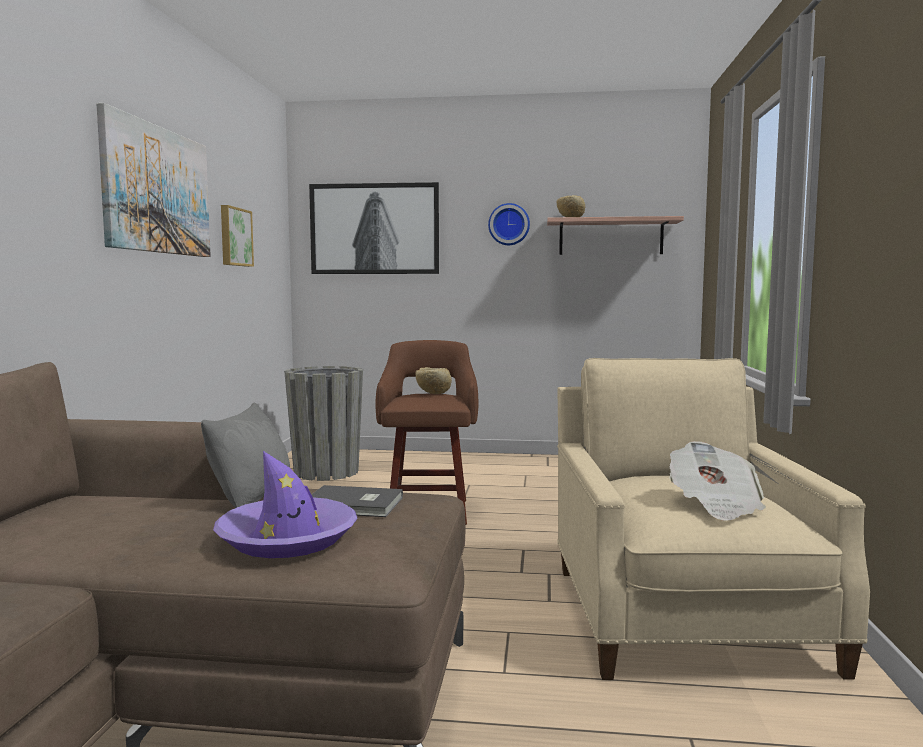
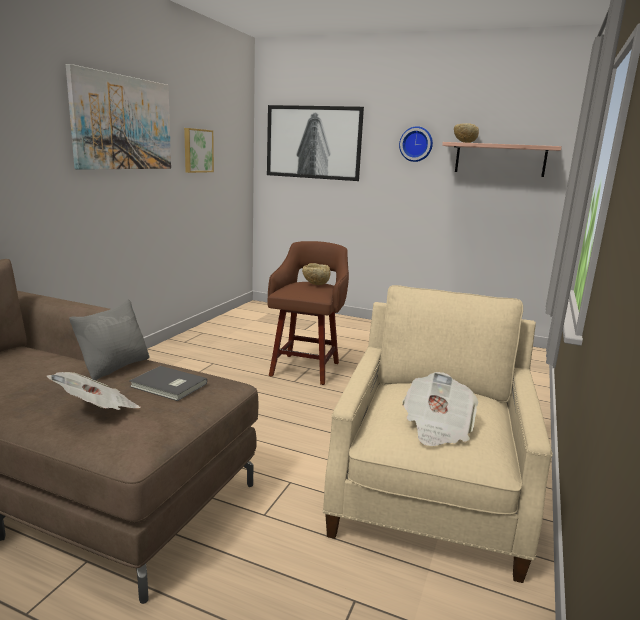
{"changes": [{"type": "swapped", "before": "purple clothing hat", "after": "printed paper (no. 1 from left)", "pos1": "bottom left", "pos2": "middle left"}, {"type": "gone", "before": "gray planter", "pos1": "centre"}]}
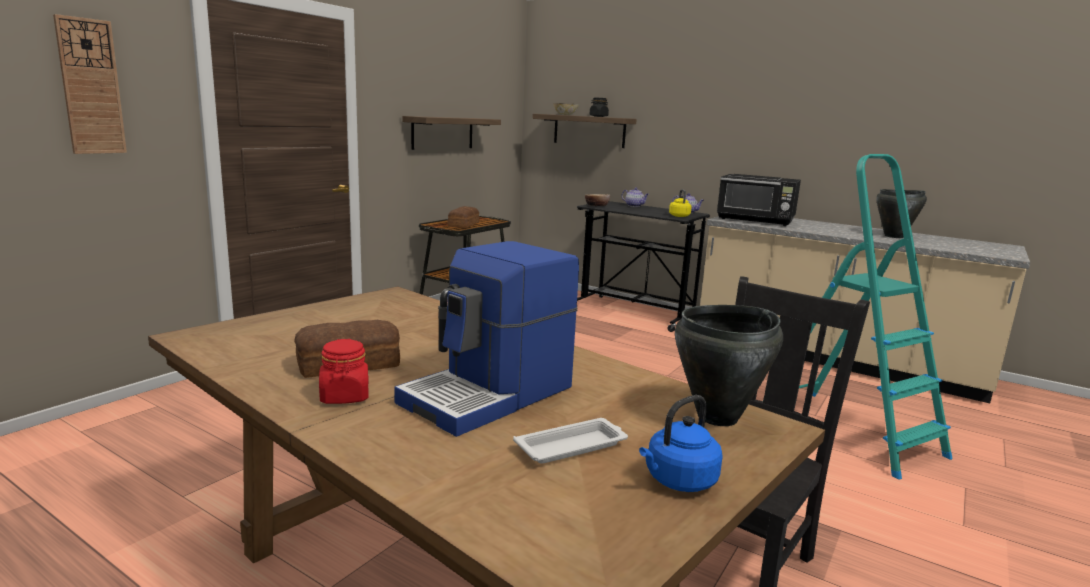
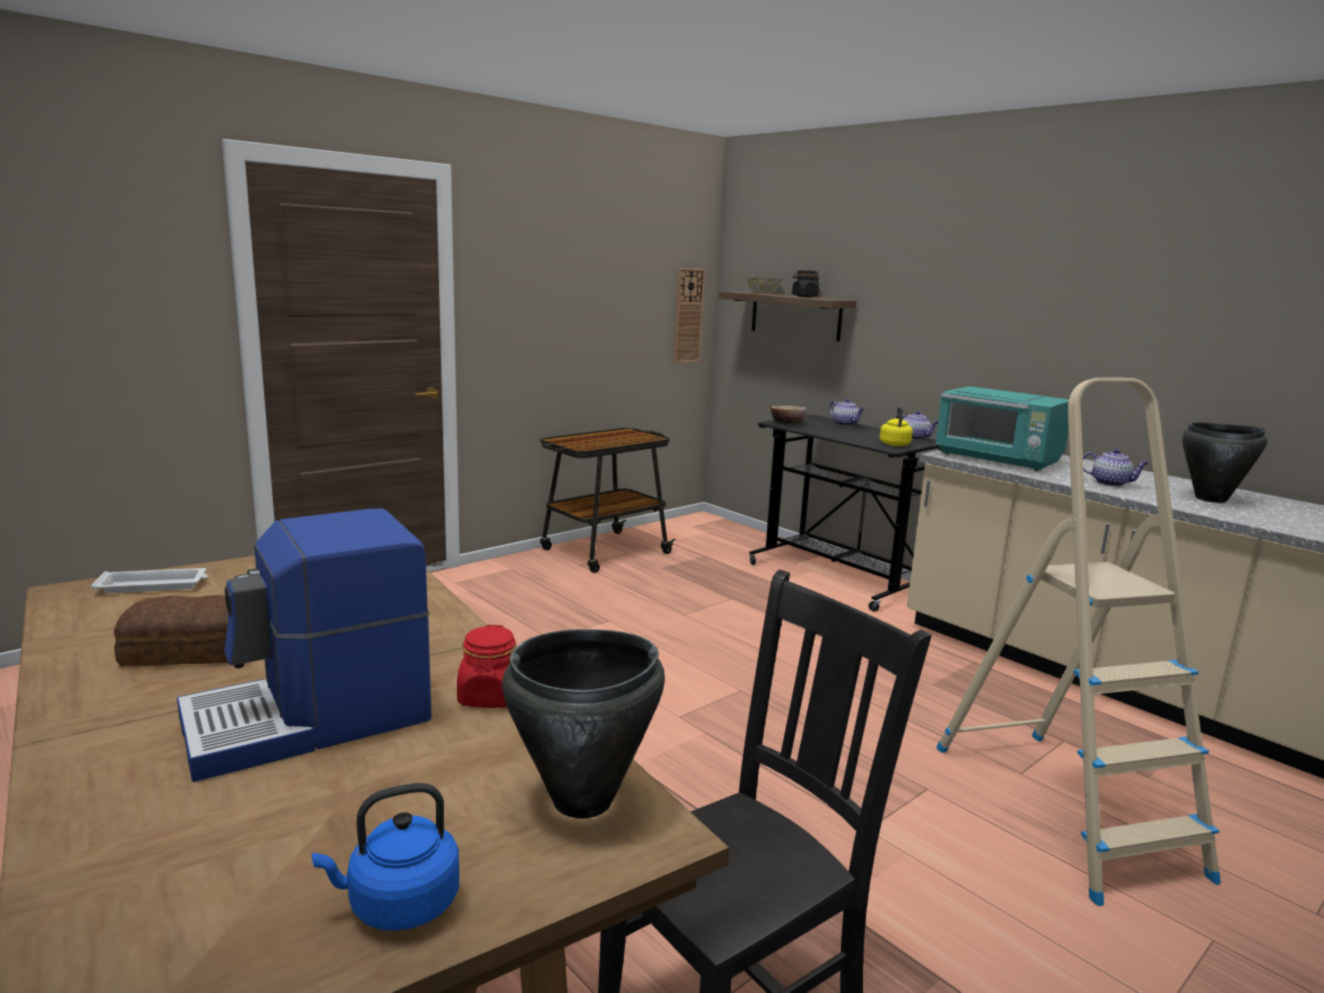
{"changes": [{"type": "shifted", "before": "hanging clock", "pos1": "top left", "pos2": "top centre"}, {"type": "shifted", "before": "red preserve jar", "pos1": "middle left", "pos2": "bottom centre"}, {"type": "gone", "before": "shelf (no. 1 from left)", "pos1": "top centre"}, {"type": "gone", "before": "bread (no. 2 from left)", "pos1": "centre"}, {"type": "shifted", "before": "white serving tray", "pos1": "bottom centre", "pos2": "middle left"}, {"type": "repainted", "before": "blackish microwave oven", "after": "turquoise microwave oven", "pos1": "middle right", "pos2": "middle right"}, {"type": "repainted", "before": "turquoise step stool", "after": "sand-coloured step stool", "pos1": "middle right", "pos2": "middle right"}, {"type": "new", "after": "pot for tea (no. 3 from left)", "pos2": "middle right"}]}
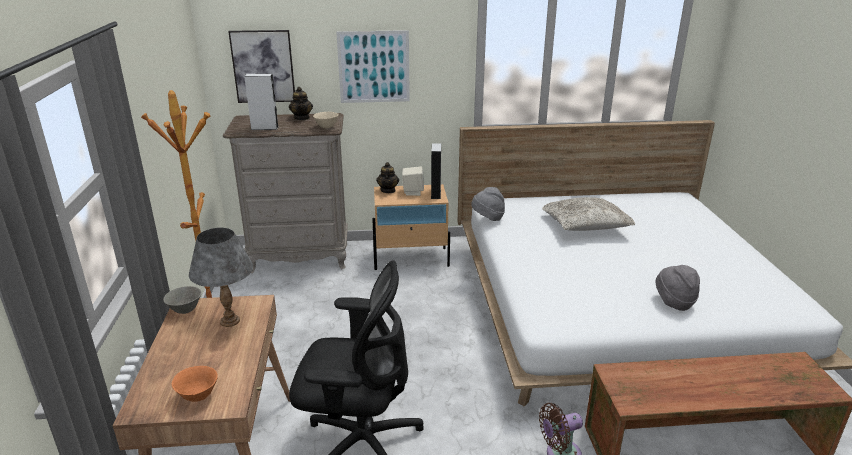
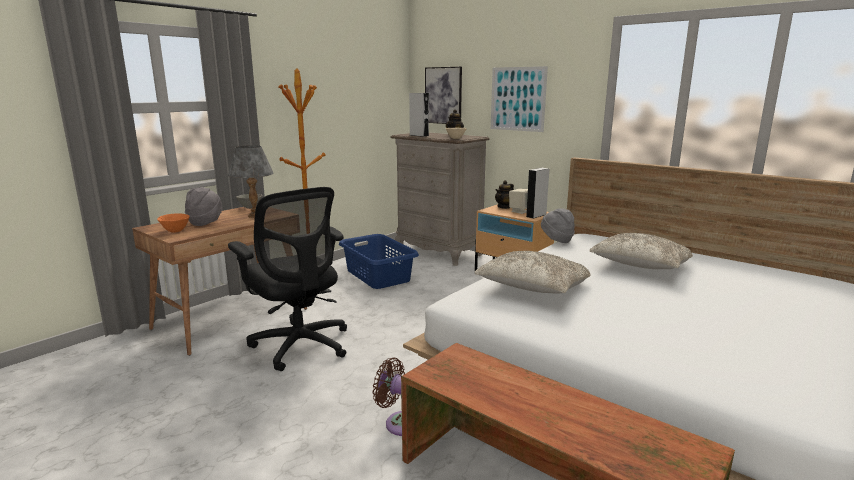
{"changes": [{"type": "shifted", "before": "gray clothing hat (no. 2 from left in the first image)", "after": "gray clothing hat (no. 1 from left)", "pos1": "middle right", "pos2": "middle left"}, {"type": "new", "after": "blue hamper", "pos2": "centre"}, {"type": "new", "after": "sand-coloured cushion (no. 1 from left)", "pos2": "centre"}]}
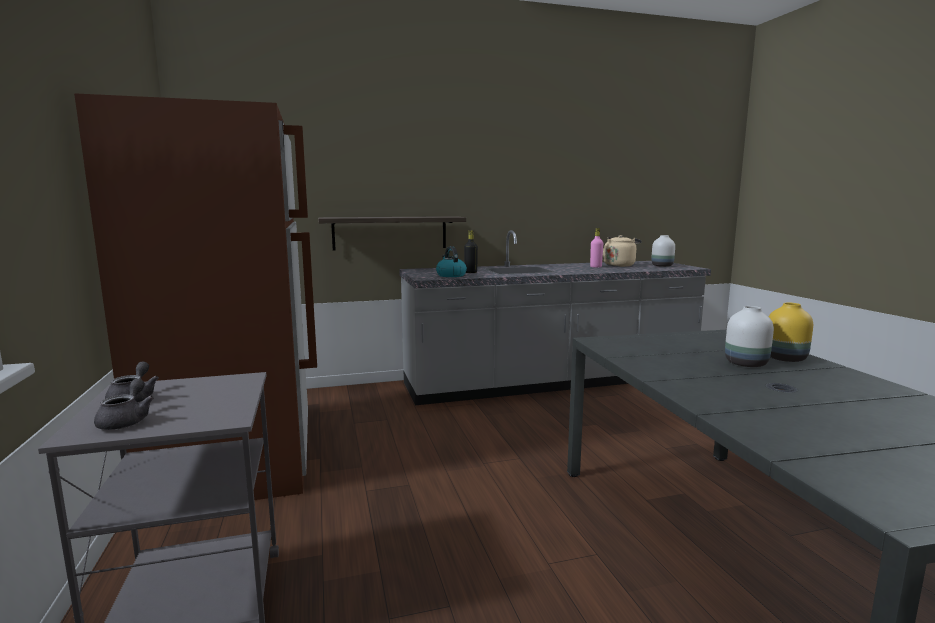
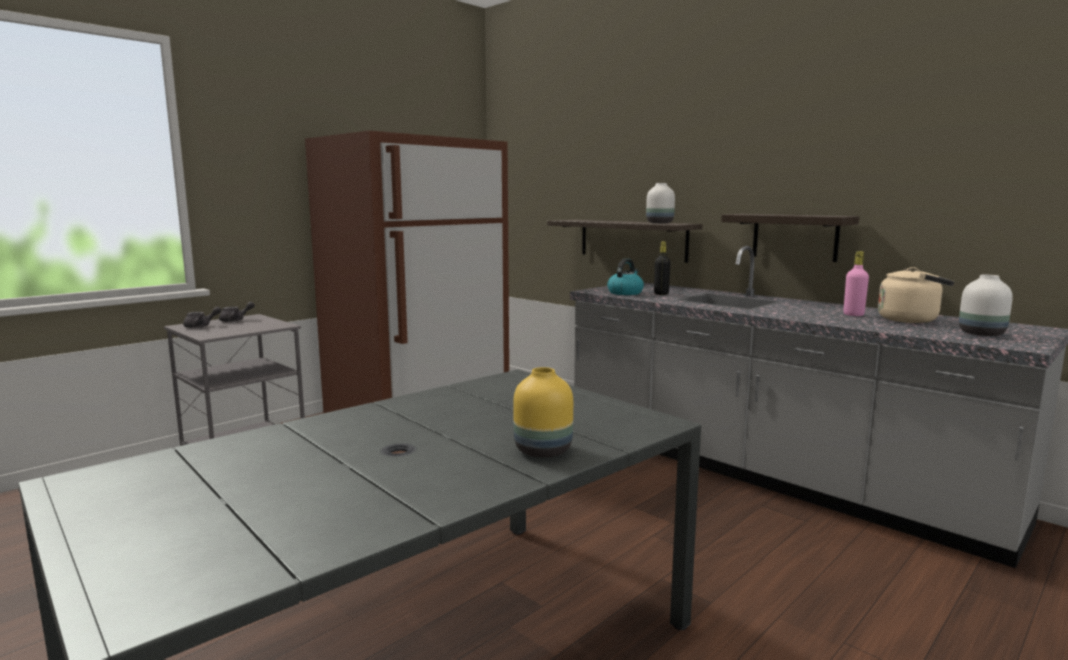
{"changes": [{"type": "shifted", "before": "white decorative vase (no. 2 from left in the first image)", "after": "white decorative vase (no. 1 from left)", "pos1": "middle right", "pos2": "top centre"}, {"type": "new", "after": "shelf (no. 2 from left)", "pos2": "middle right"}]}
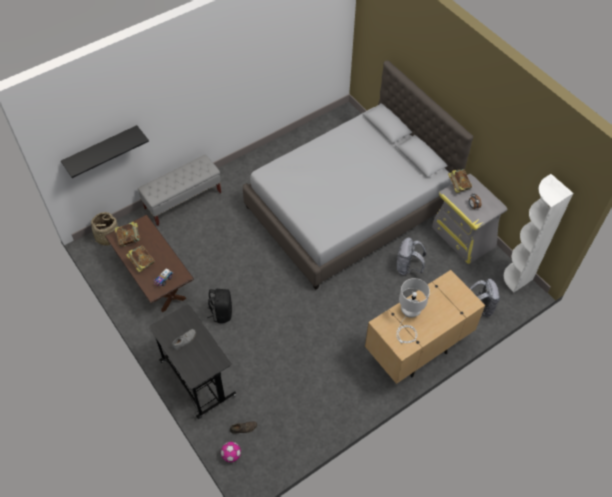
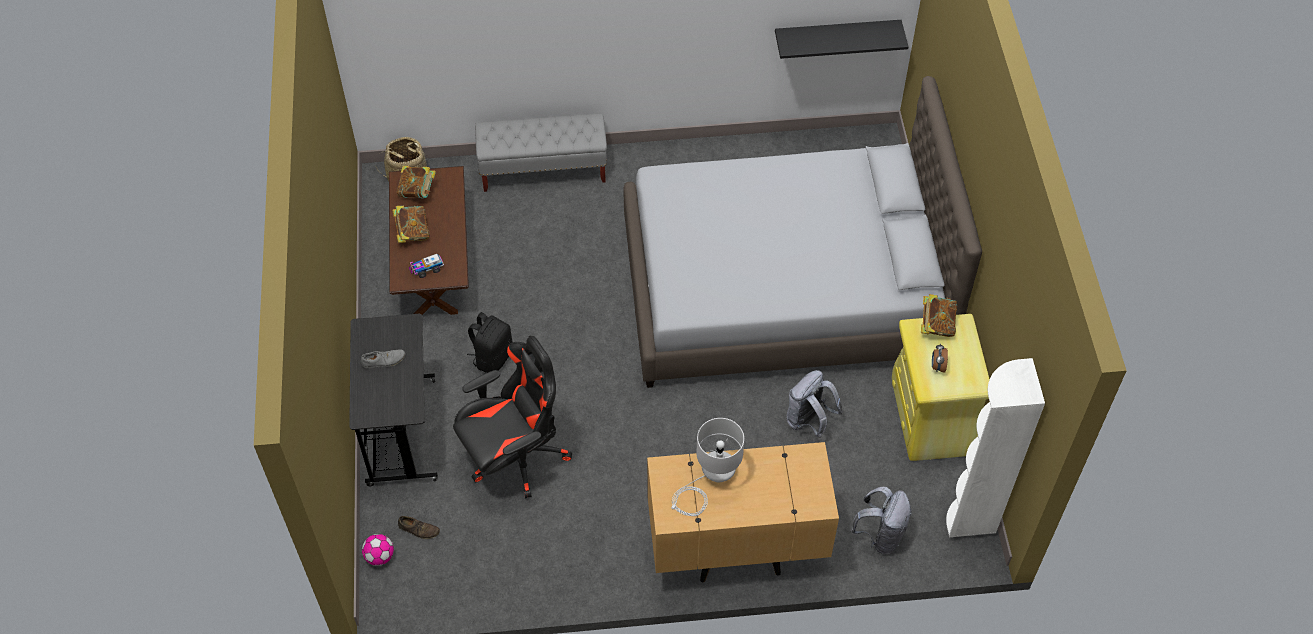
{"changes": [{"type": "shifted", "before": "blackish shelf", "pos1": "top left", "pos2": "top centre"}, {"type": "repainted", "before": "gray nightstand", "after": "yellow-coloured nightstand", "pos1": "middle right", "pos2": "middle right"}, {"type": "new", "after": "blackish desk chair", "pos2": "centre"}]}
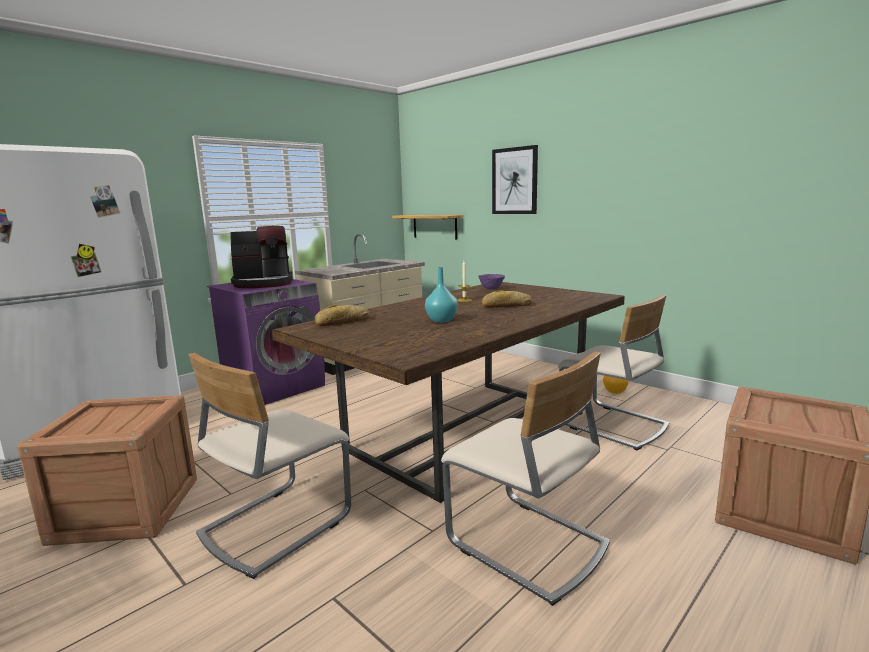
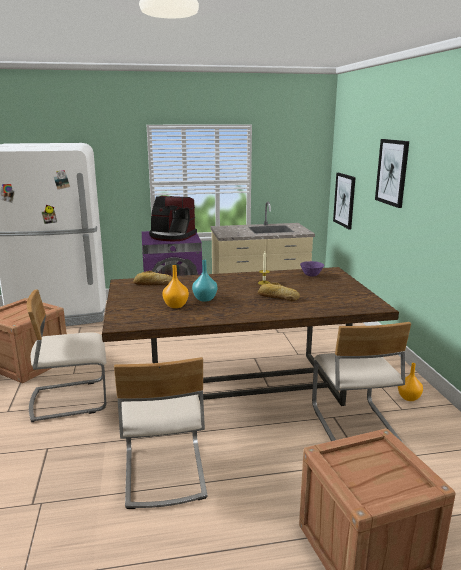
{"changes": [{"type": "swapped", "before": "shelf", "after": "wall picture (no. 1 from left)", "pos1": "centre", "pos2": "middle right"}, {"type": "new", "after": "orange decorative vase (no. 1 from left)", "pos2": "centre"}]}
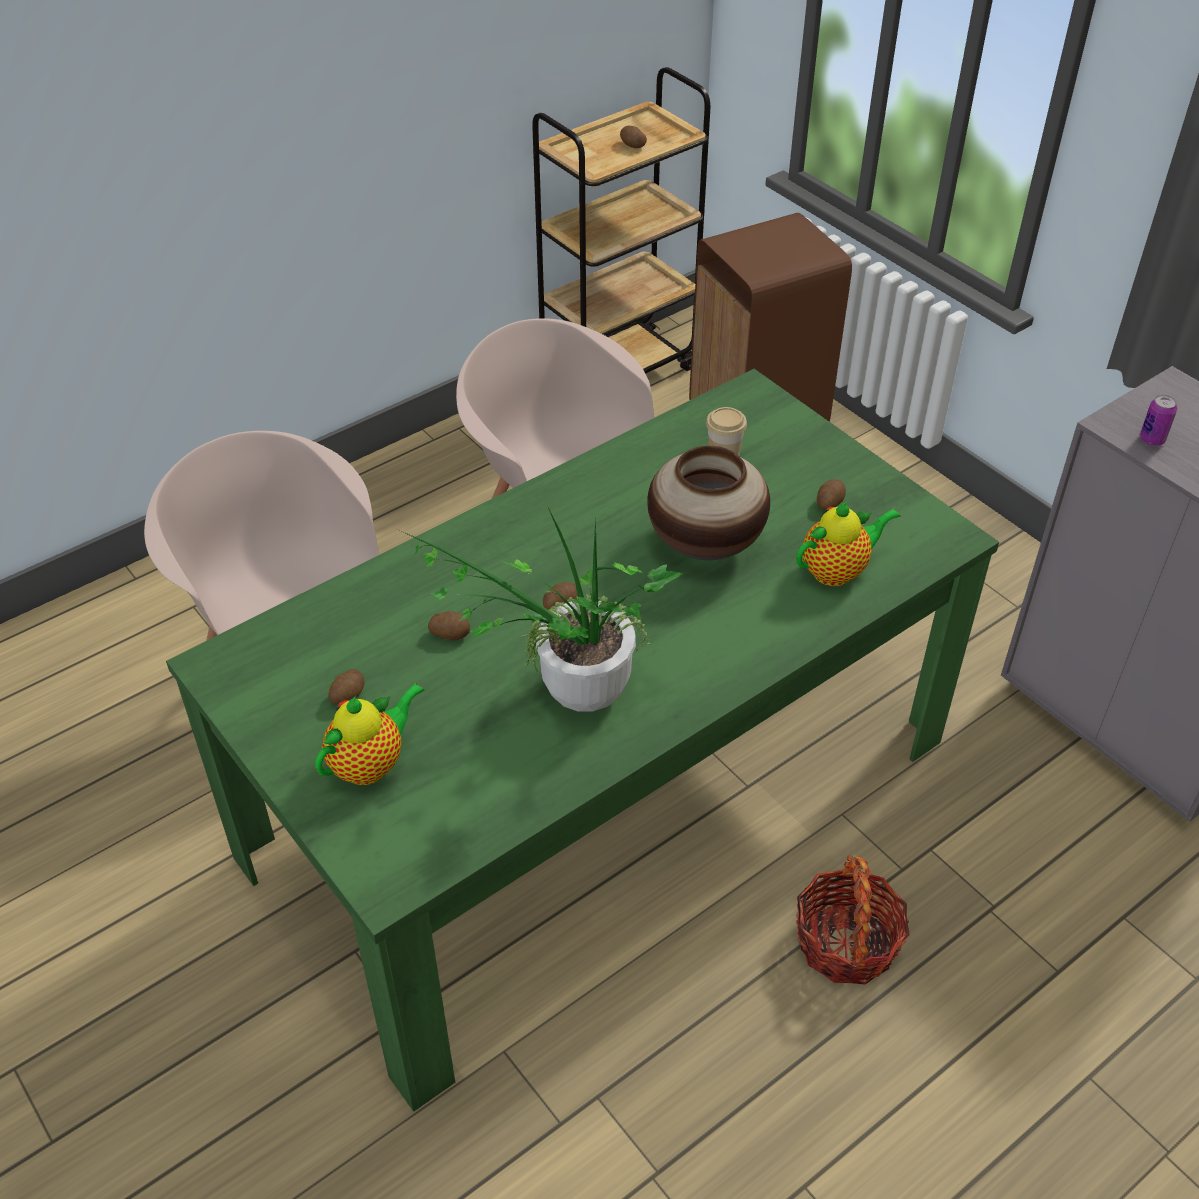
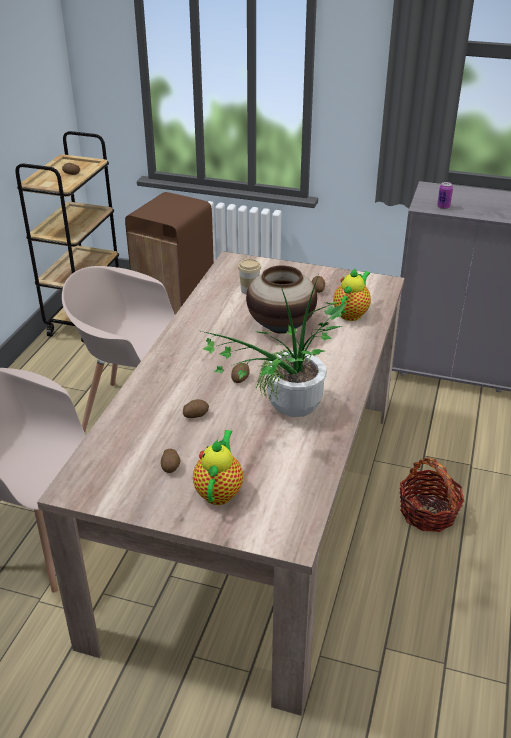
{"changes": [{"type": "repainted", "before": "green dining table", "after": "sand-coloured dining table", "pos1": "centre", "pos2": "centre"}]}
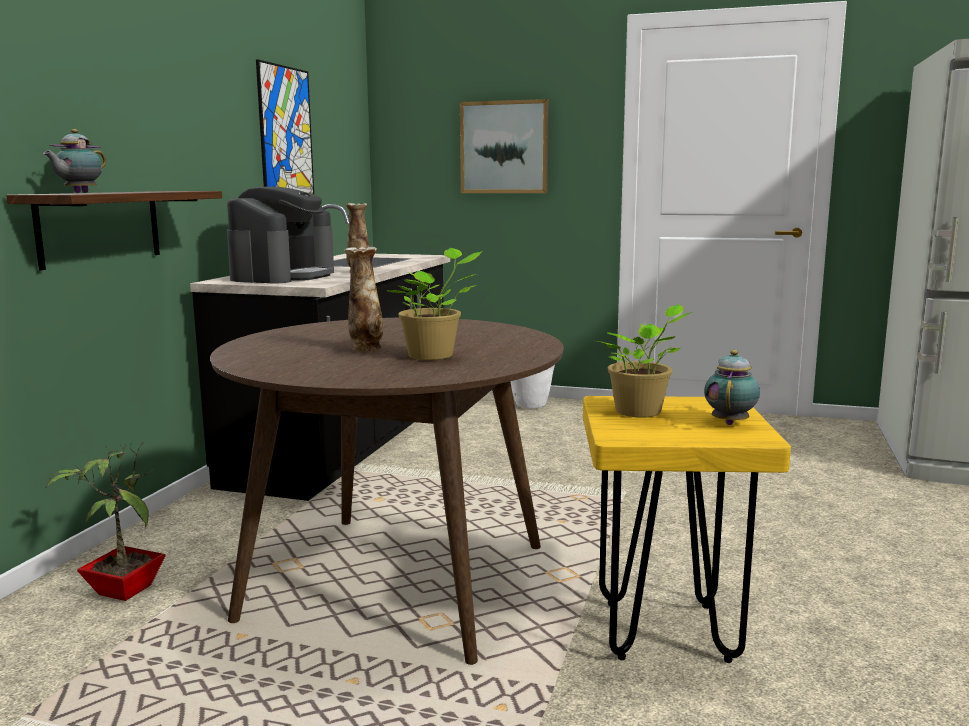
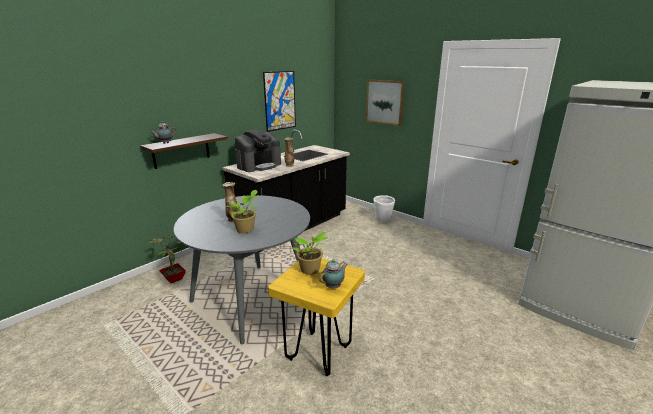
{"changes": [{"type": "repainted", "before": "brown-coloured dining table", "after": "gray dining table", "pos1": "bottom centre", "pos2": "centre"}]}
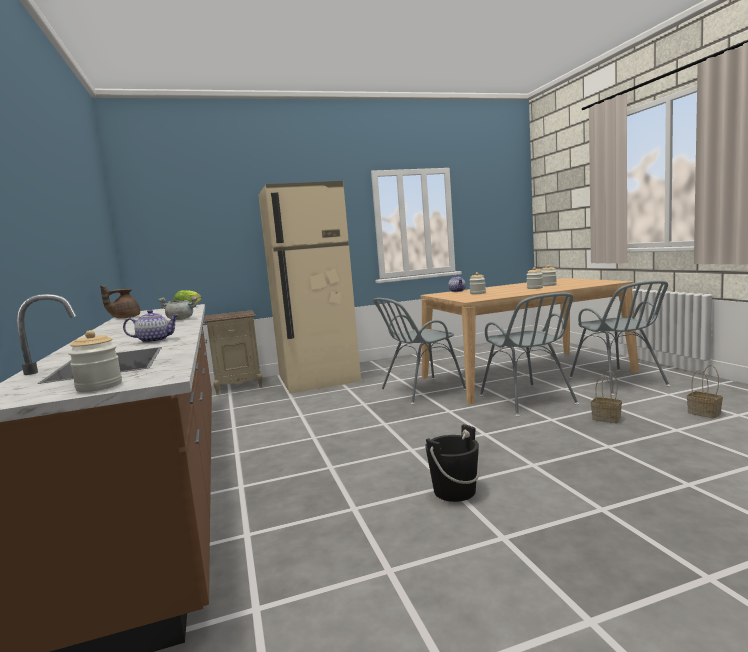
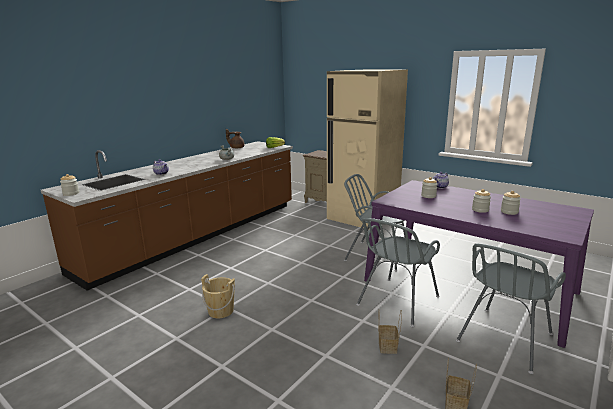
{"changes": [{"type": "repainted", "before": "sand-coloured dining table", "after": "purple dining table", "pos1": "middle right", "pos2": "middle right"}, {"type": "repainted", "before": "blackish pail", "after": "sand-coloured pail", "pos1": "bottom centre", "pos2": "bottom centre"}]}
